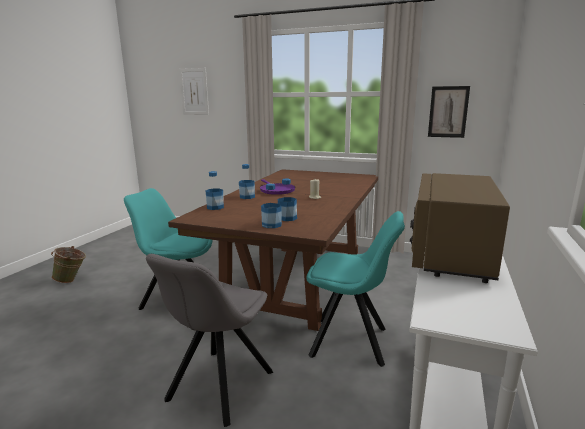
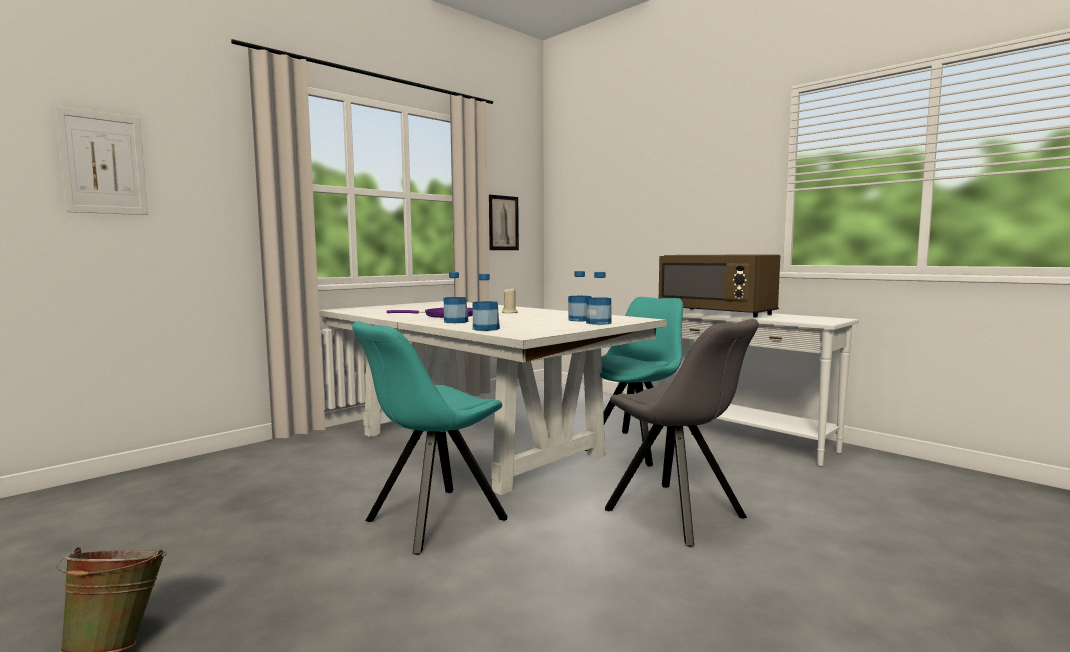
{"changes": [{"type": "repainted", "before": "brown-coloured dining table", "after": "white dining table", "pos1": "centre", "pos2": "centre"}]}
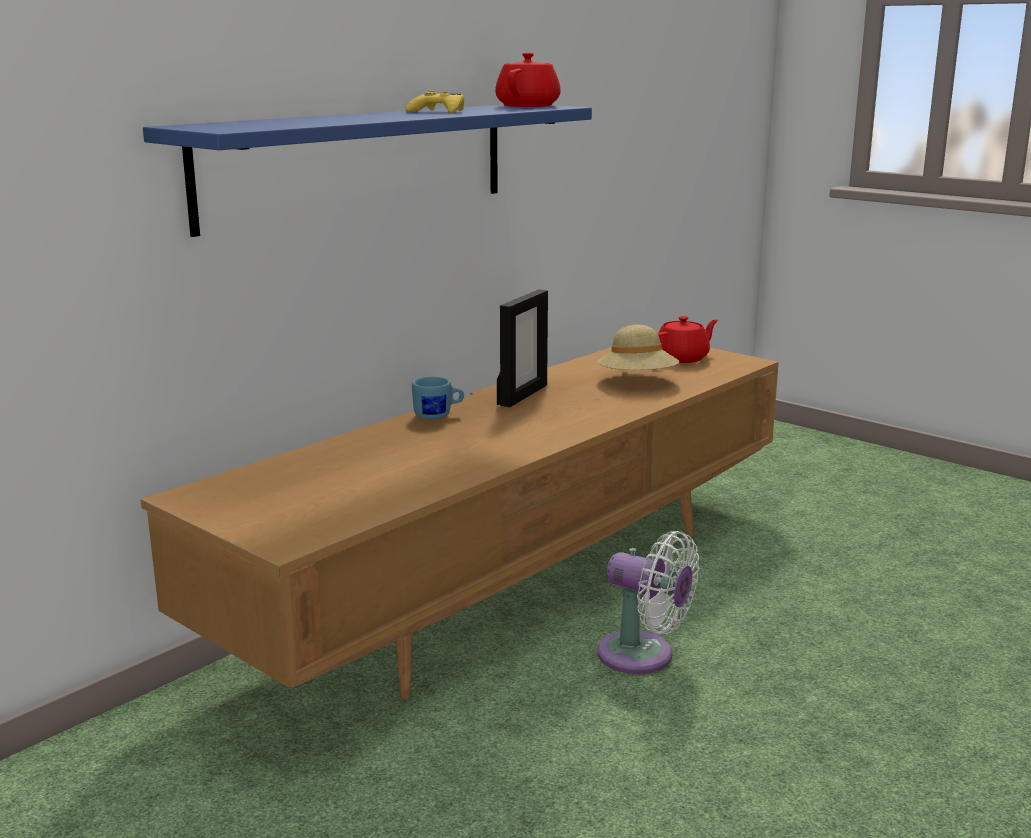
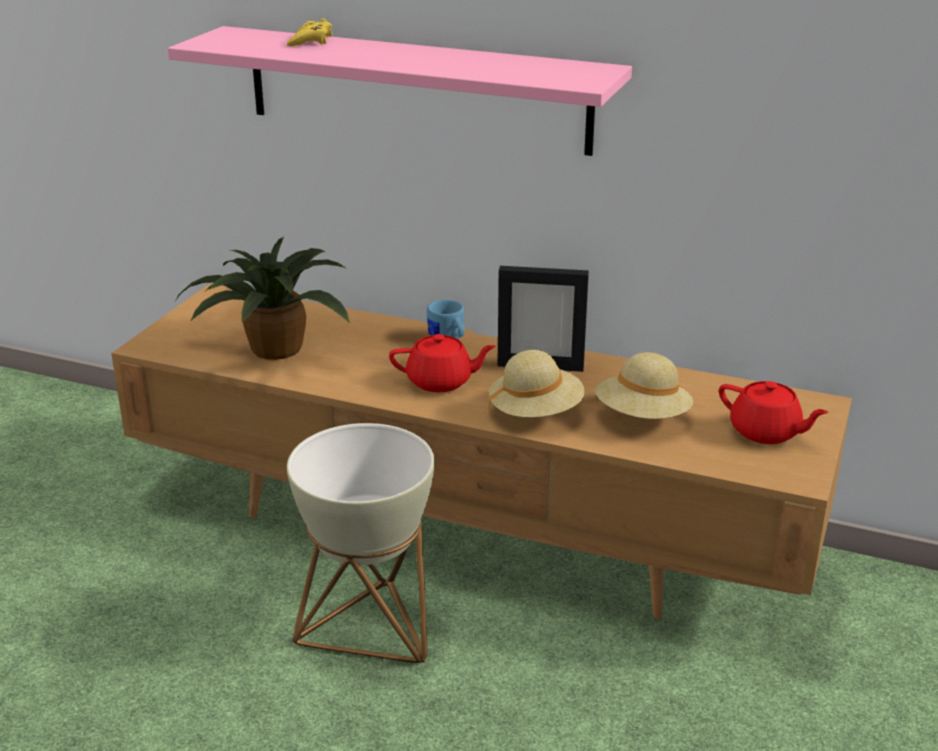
{"changes": [{"type": "repainted", "before": "blue shelf", "after": "pink-coloured shelf", "pos1": "top centre", "pos2": "top centre"}, {"type": "shifted", "before": "yellow-coloured joypad", "pos1": "top centre", "pos2": "top left"}, {"type": "shifted", "before": "red pot for tea (no. 1 from left)", "pos1": "top centre", "pos2": "centre"}, {"type": "swapped", "before": "white electric fan", "after": "planter", "pos1": "bottom centre", "pos2": "bottom centre"}, {"type": "new", "after": "plant in a pot", "pos2": "middle left"}, {"type": "new", "after": "sand-coloured clothing hat (no. 1 from left)", "pos2": "centre"}]}
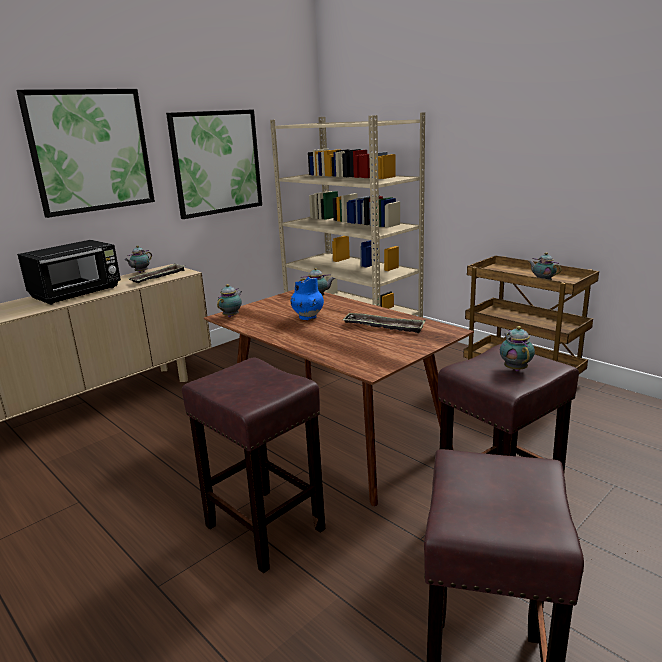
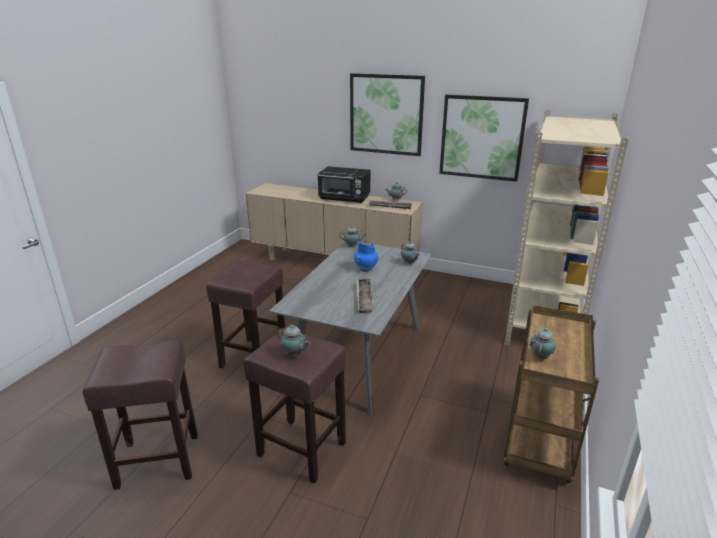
{"changes": [{"type": "repainted", "before": "brown-coloured dining table", "after": "gray dining table", "pos1": "centre", "pos2": "centre"}, {"type": "rotated", "before": "pot for tea (no. 4 from left in the first image)", "pos1": "middle right", "pos2": "centre", "turn": 60}]}
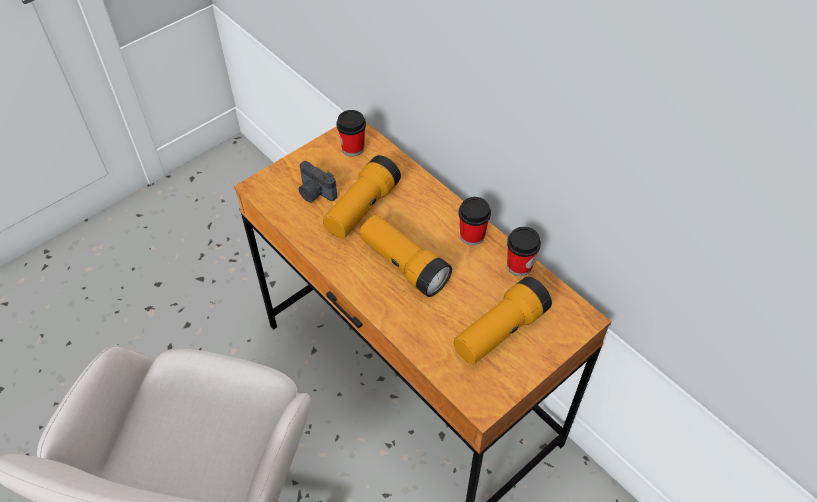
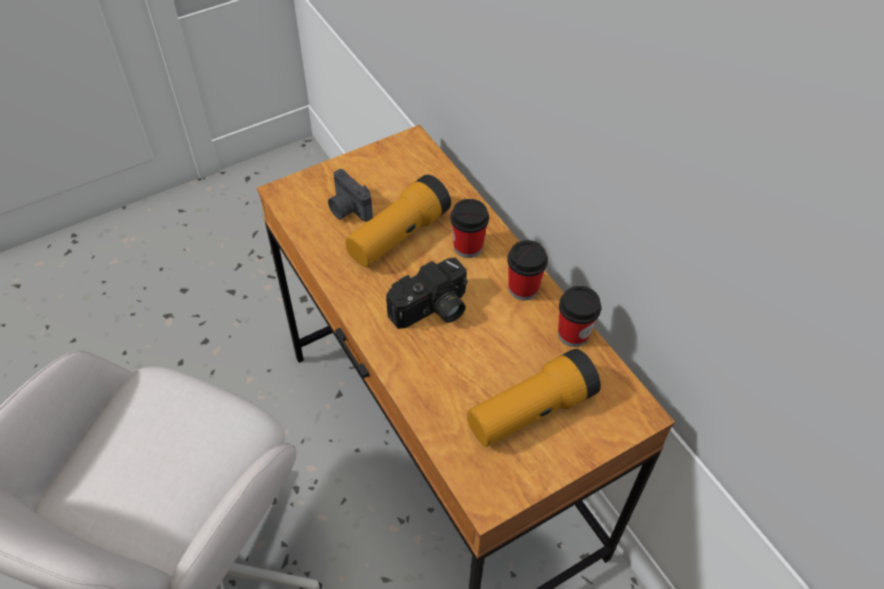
{"changes": [{"type": "shifted", "before": "drinking cup (no. 1 from left)", "pos1": "top centre", "pos2": "centre"}, {"type": "swapped", "before": "flashlight (no. 2 from left)", "after": "photo camera (no. 2 from left)", "pos1": "centre", "pos2": "centre"}]}
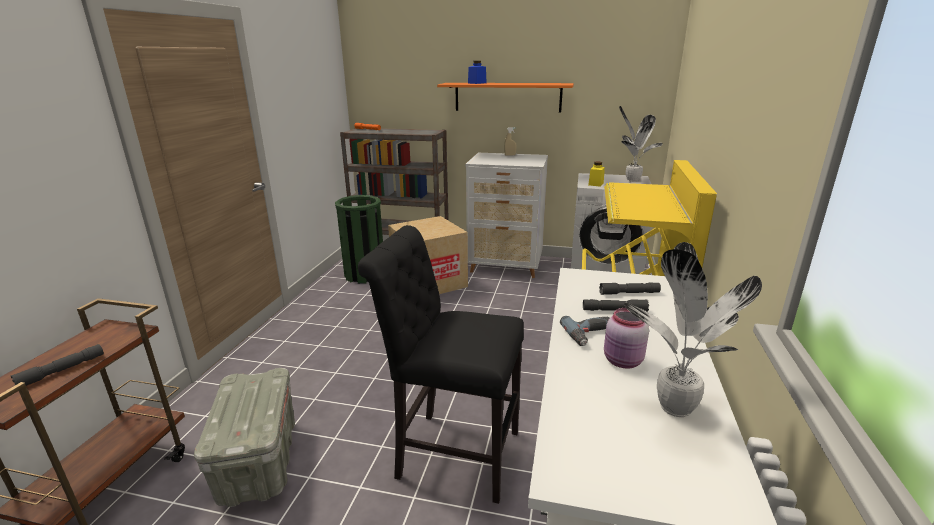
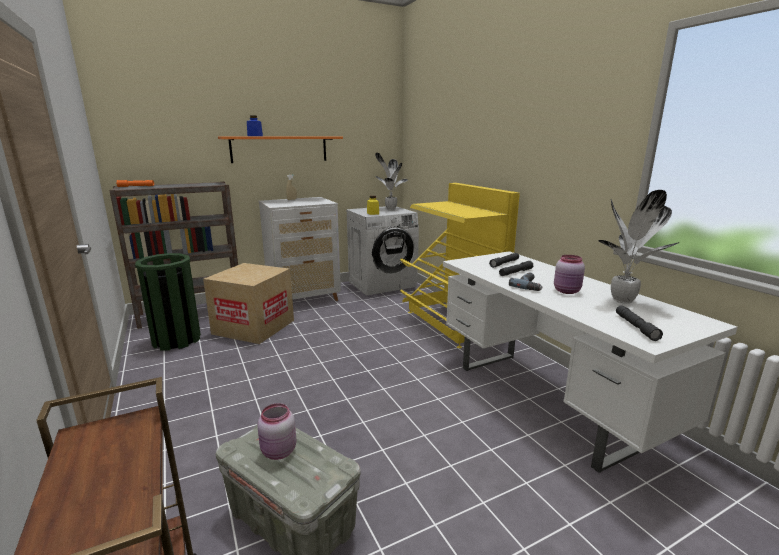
{"changes": [{"type": "shifted", "before": "gray flashlight (no. 1 from left in the first image)", "after": "gray flashlight (no. 3 from left)", "pos1": "bottom left", "pos2": "middle right"}, {"type": "gone", "before": "blackish stool seat", "pos1": "bottom centre"}, {"type": "new", "after": "pink-coloured preserve jar (no. 1 from left)", "pos2": "bottom centre"}]}
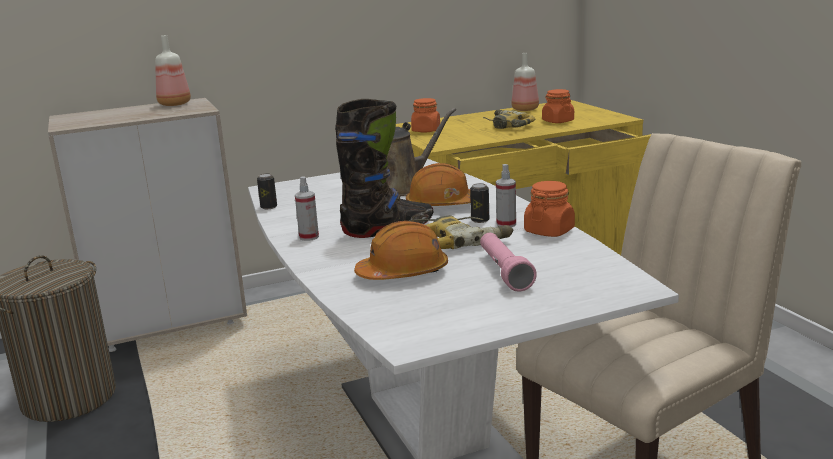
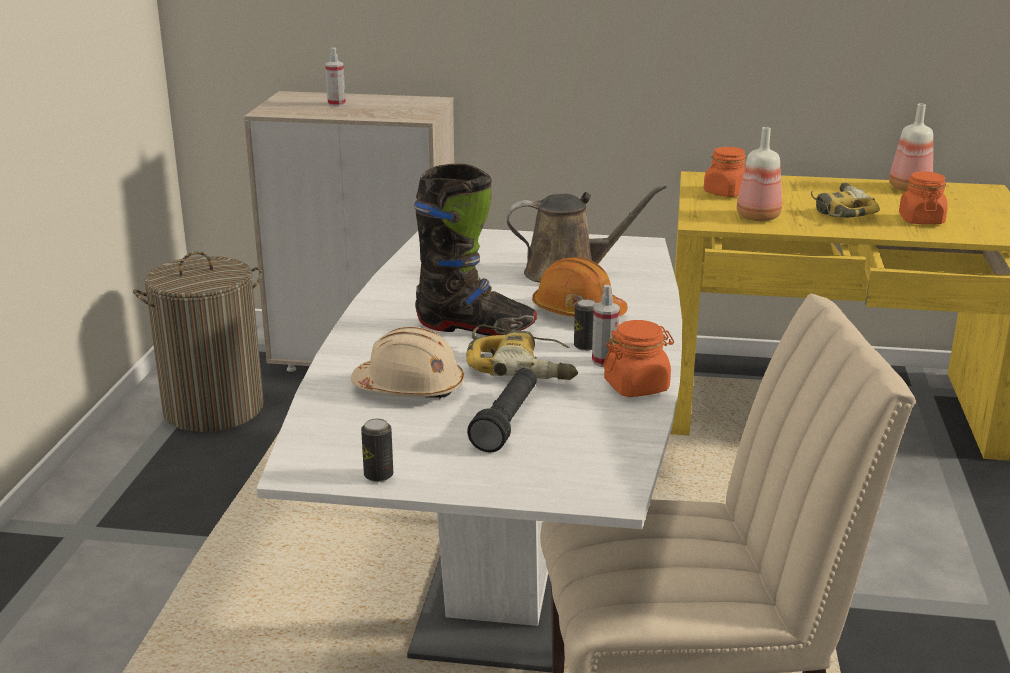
{"changes": [{"type": "shifted", "before": "beverage bottle (no. 1 from left)", "pos1": "top left", "pos2": "top right"}, {"type": "shifted", "before": "can (no. 1 from left)", "pos1": "middle left", "pos2": "bottom centre"}, {"type": "shifted", "before": "hand sprayer (no. 1 from left)", "pos1": "centre", "pos2": "top left"}, {"type": "repainted", "before": "orange safety helmet (no. 1 from left)", "after": "sand-coloured safety helmet", "pos1": "centre", "pos2": "centre"}, {"type": "repainted", "before": "pink-coloured flashlight", "after": "blackish flashlight", "pos1": "centre", "pos2": "centre"}]}
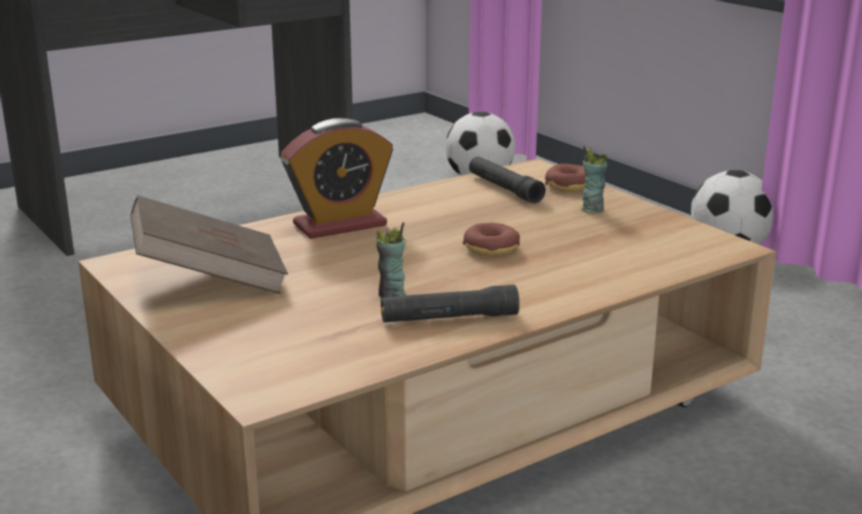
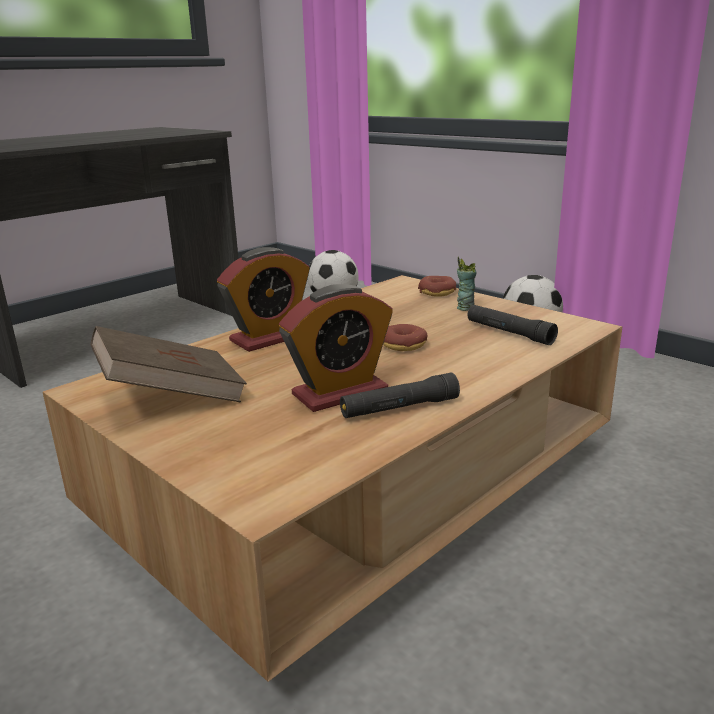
{"changes": [{"type": "swapped", "before": "drinking cup (no. 1 from left)", "after": "bedside clock (no. 2 from left)", "pos1": "centre", "pos2": "centre"}, {"type": "shifted", "before": "blackish flashlight (no. 2 from left)", "pos1": "centre", "pos2": "middle right"}]}
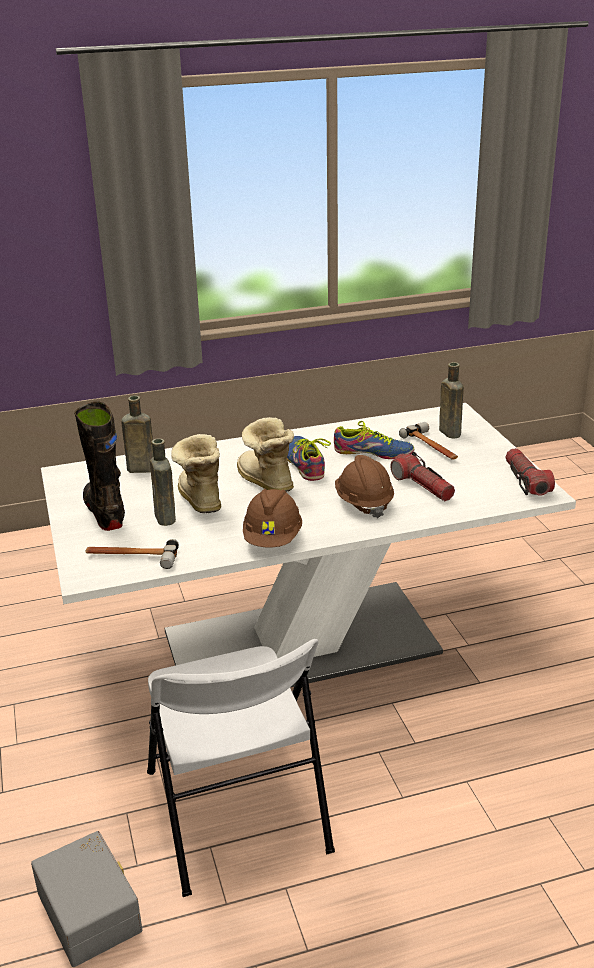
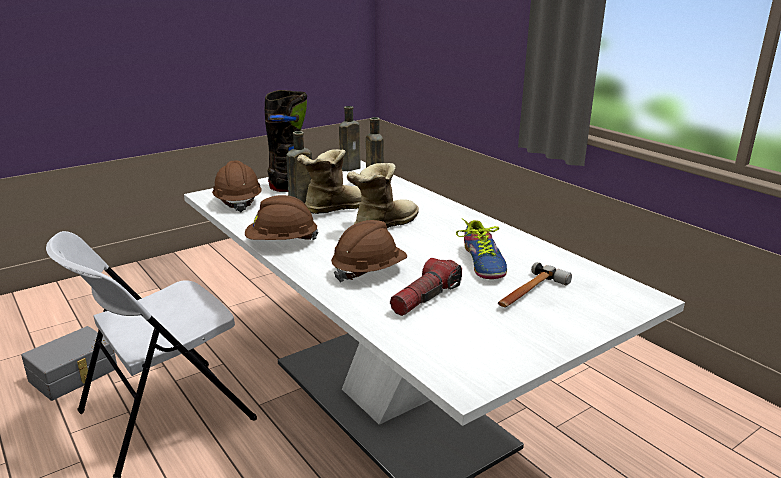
{"changes": [{"type": "swapped", "before": "hand hammer (no. 1 from left)", "after": "brown-coloured safety helmet (no. 1 from left)", "pos1": "middle left", "pos2": "middle left"}, {"type": "gone", "before": "item of footwear (no. 1 from left)", "pos1": "centre"}, {"type": "shifted", "before": "brown-coloured beverage bottle (no. 3 from left in the first image)", "after": "brown-coloured beverage bottle (no. 2 from left)", "pos1": "middle right", "pos2": "top centre"}, {"type": "gone", "before": "flashlight (no. 2 from left)", "pos1": "middle right"}]}
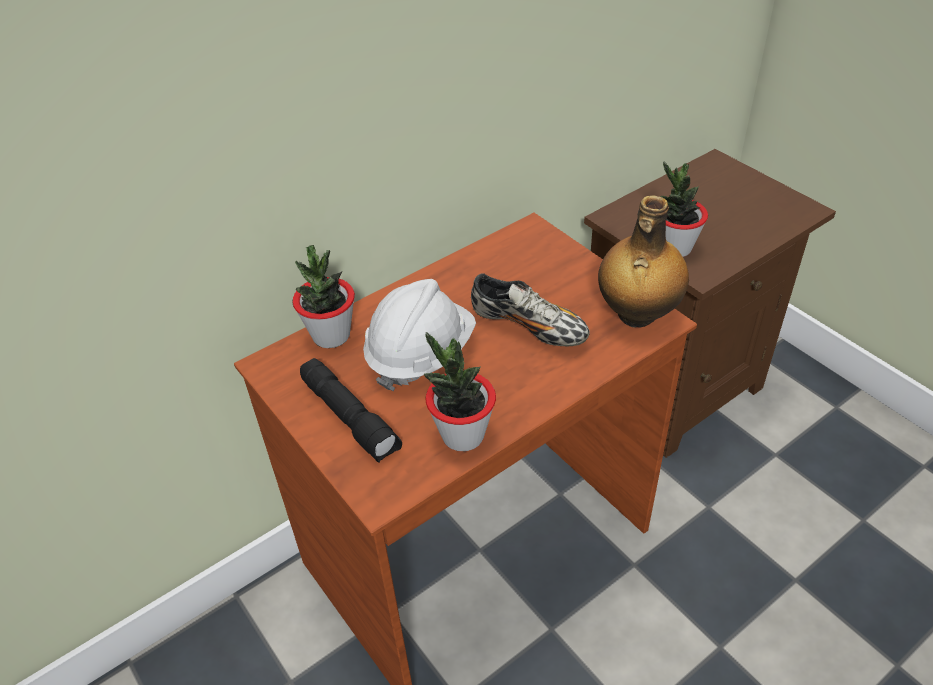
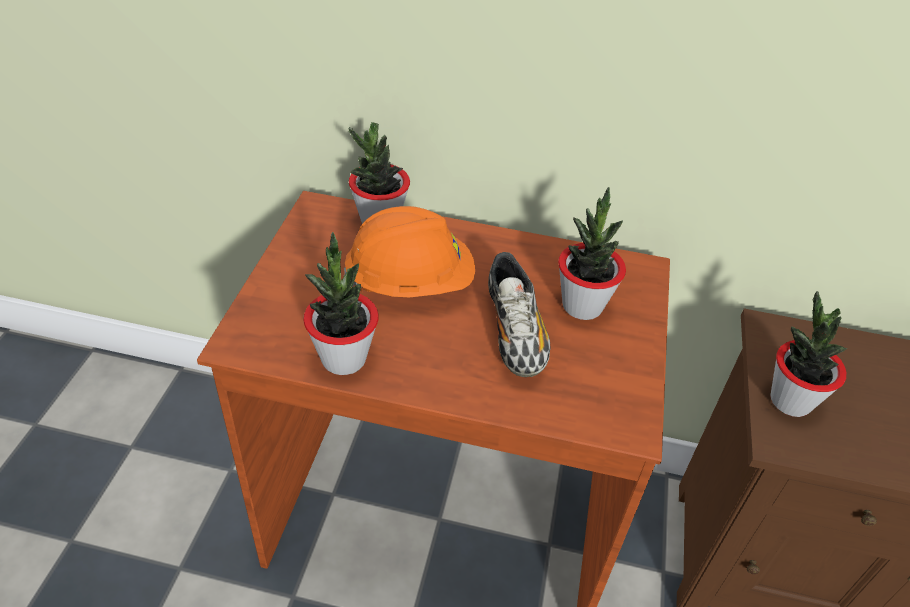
{"changes": [{"type": "gone", "before": "blackish flashlight", "pos1": "centre"}, {"type": "repainted", "before": "white safety helmet", "after": "orange safety helmet", "pos1": "centre", "pos2": "centre"}, {"type": "gone", "before": "beverage bottle", "pos1": "middle right"}, {"type": "new", "after": "plant in a pot (no. 3 from left)", "pos2": "centre"}]}
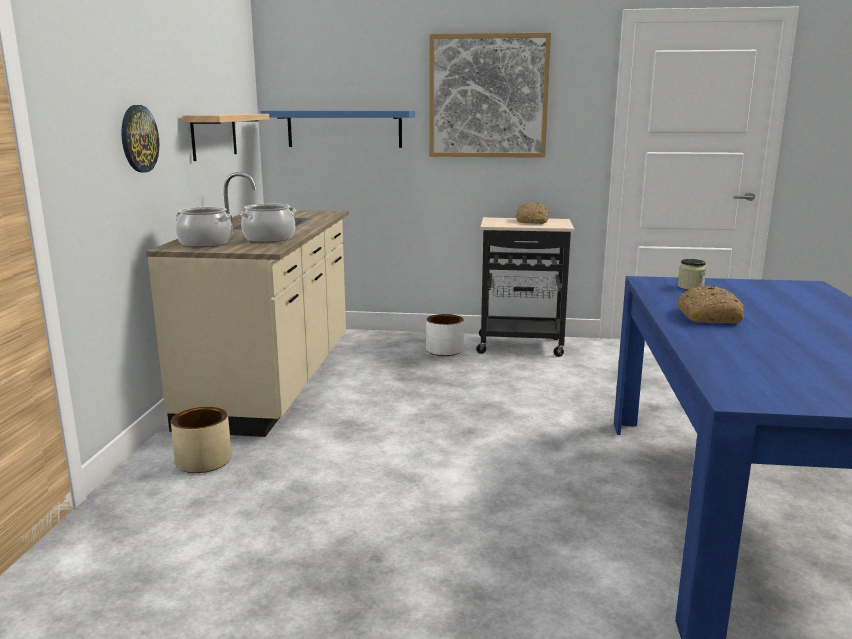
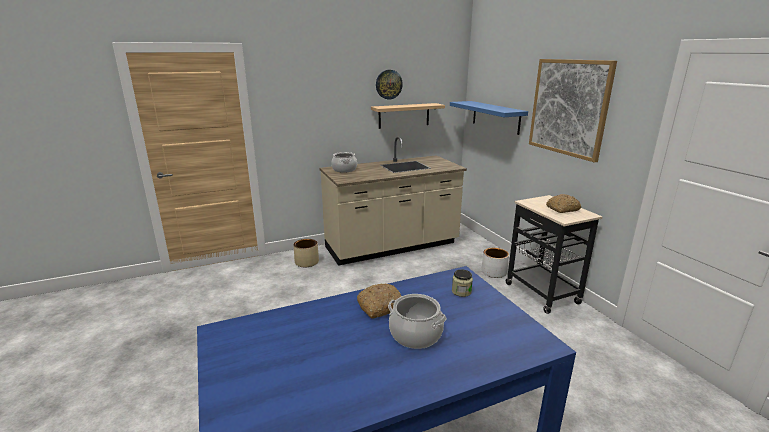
{"changes": [{"type": "shifted", "before": "hanging clock", "pos1": "top left", "pos2": "top centre"}, {"type": "shifted", "before": "saucepot (no. 2 from left)", "pos1": "middle left", "pos2": "bottom centre"}]}
